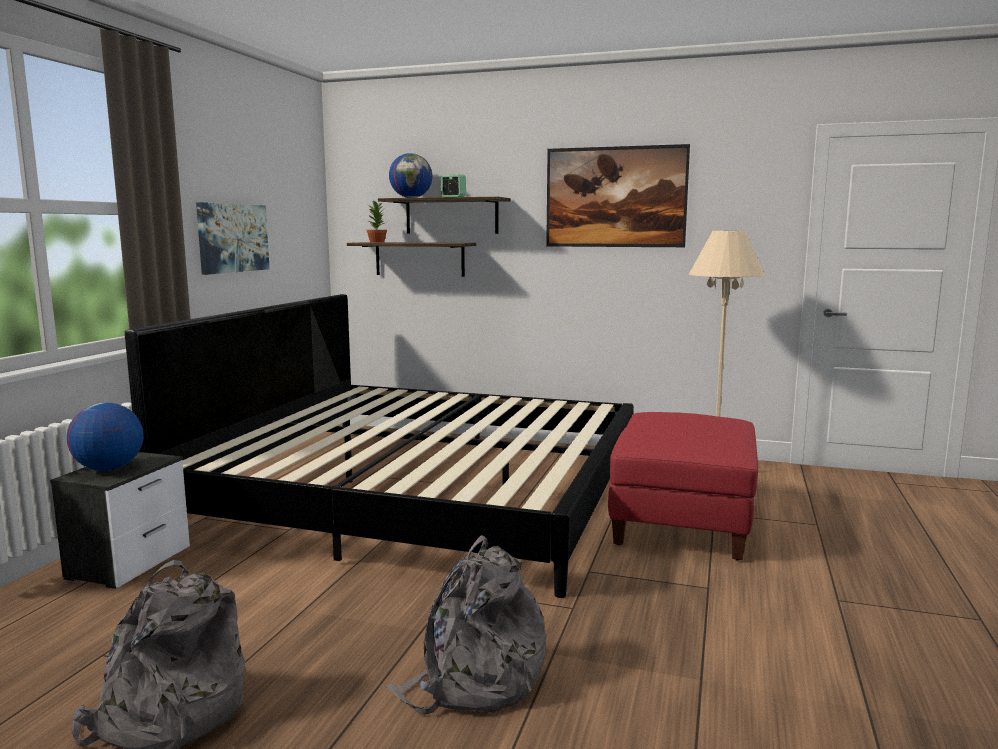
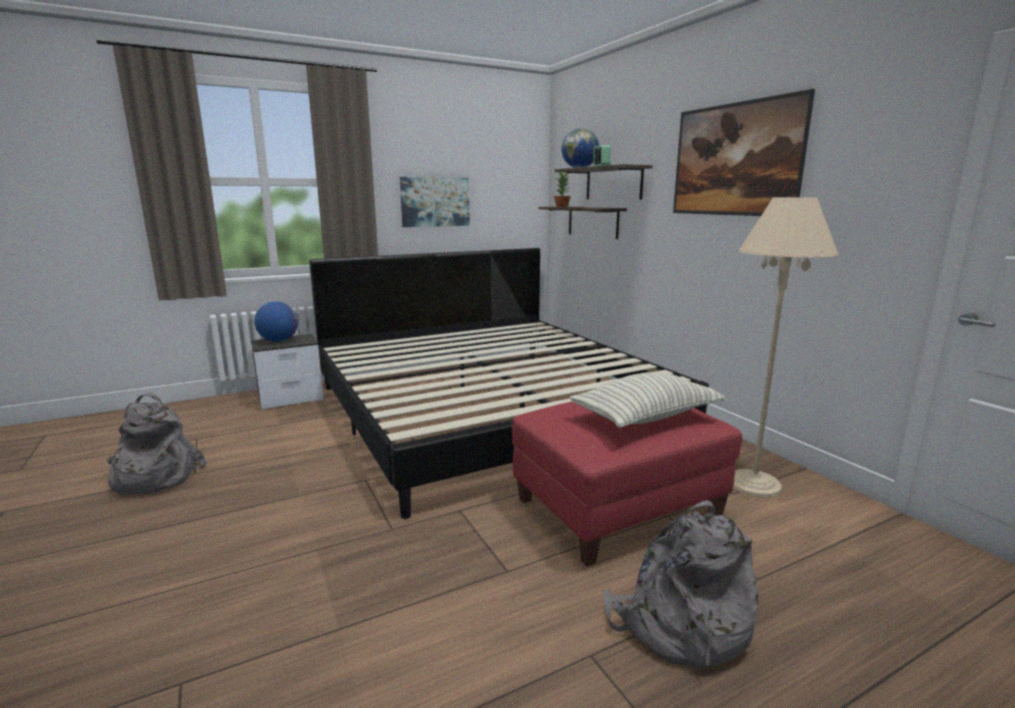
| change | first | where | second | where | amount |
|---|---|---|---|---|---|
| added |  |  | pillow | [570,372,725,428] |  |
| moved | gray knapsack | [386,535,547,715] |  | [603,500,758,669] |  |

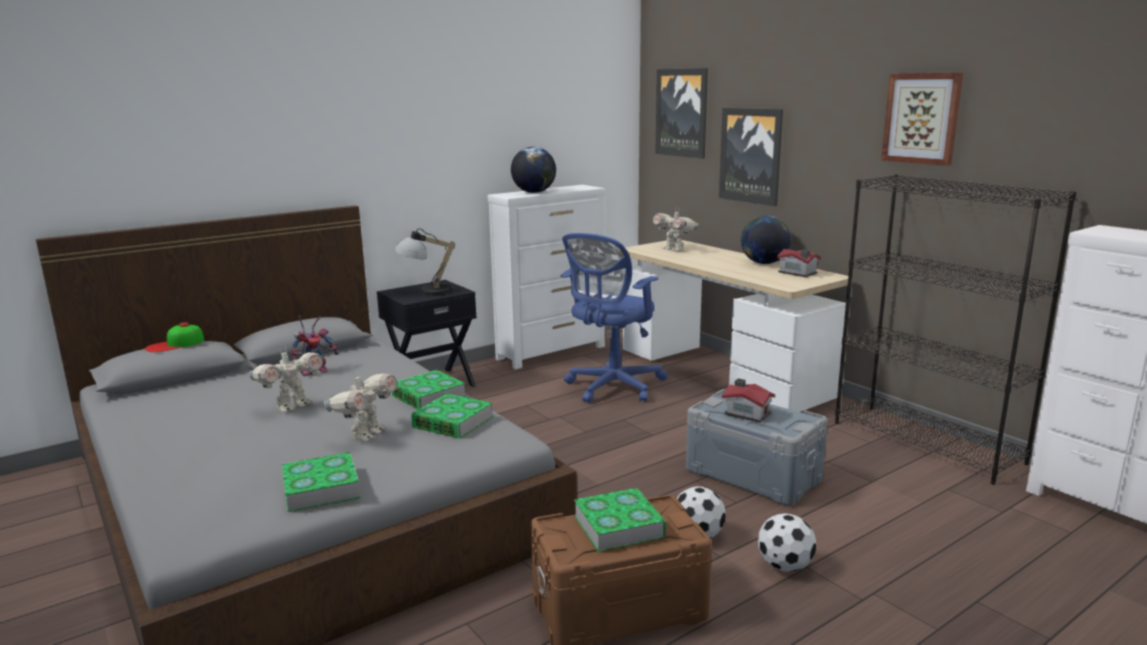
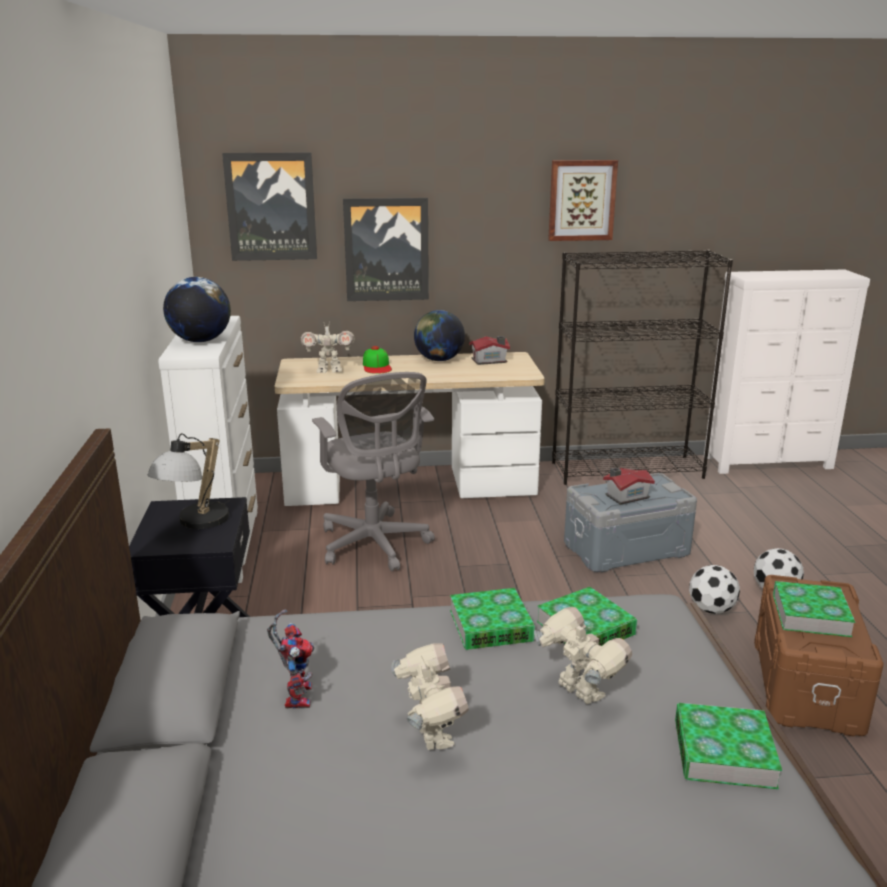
| change | first | where | second | where | amount |
|---|---|---|---|---|---|
| recoloured | bluish desk chair | [561,233,668,403] | gray desk chair | [312,372,435,572] |  |
| moved | cap | [145,322,204,352] |  | [363,346,392,374] |  |

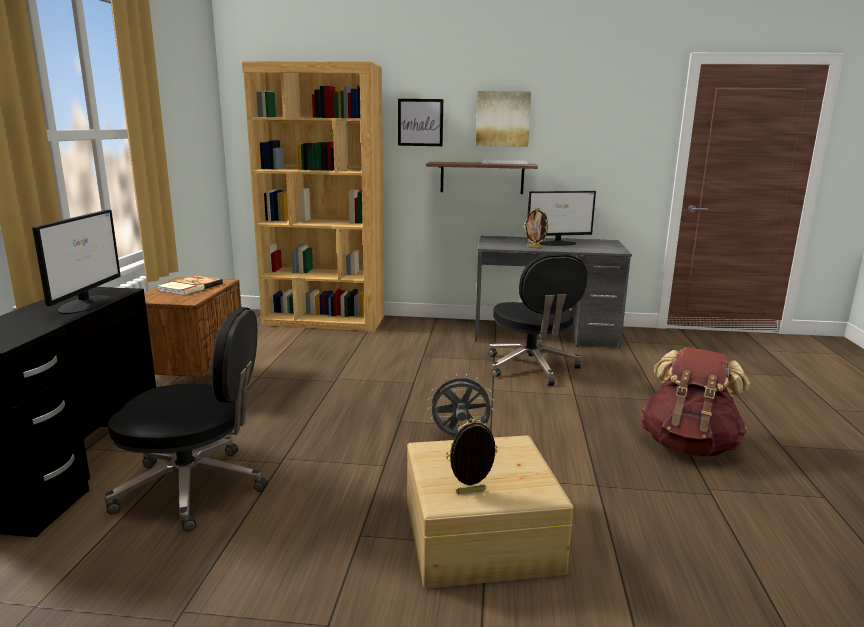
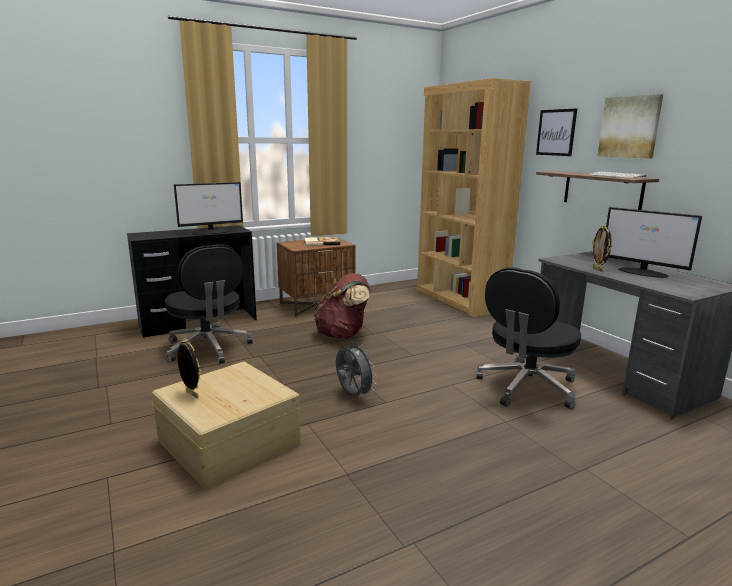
| change | first | where | second | where | amount |
|---|---|---|---|---|---|
| moved | brown-coloured knapsack | [641,347,750,457] |  | [314,273,371,339] |  |

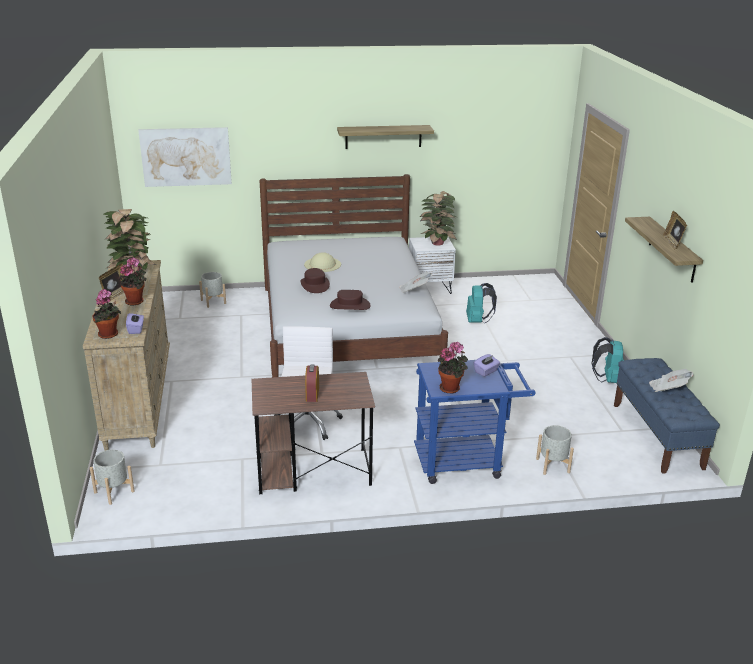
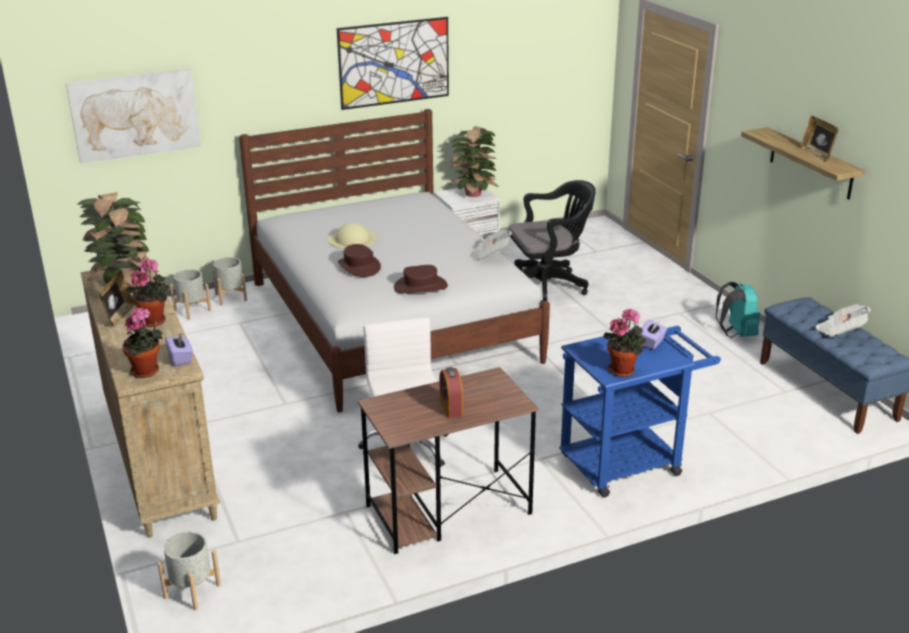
| change | first | where | second | where | amount |
|---|---|---|---|---|---|
| moved | gray flower pot | [536,425,574,475] |  | [212,257,247,306] |  |
| replaced | bracket shelf | [337,125,434,149] | picture | [337,17,449,110] |  |
| replaced | turquoise-coloured knapsack | [466,283,497,323] | black-coloured desk chair | [508,180,596,302] |  |

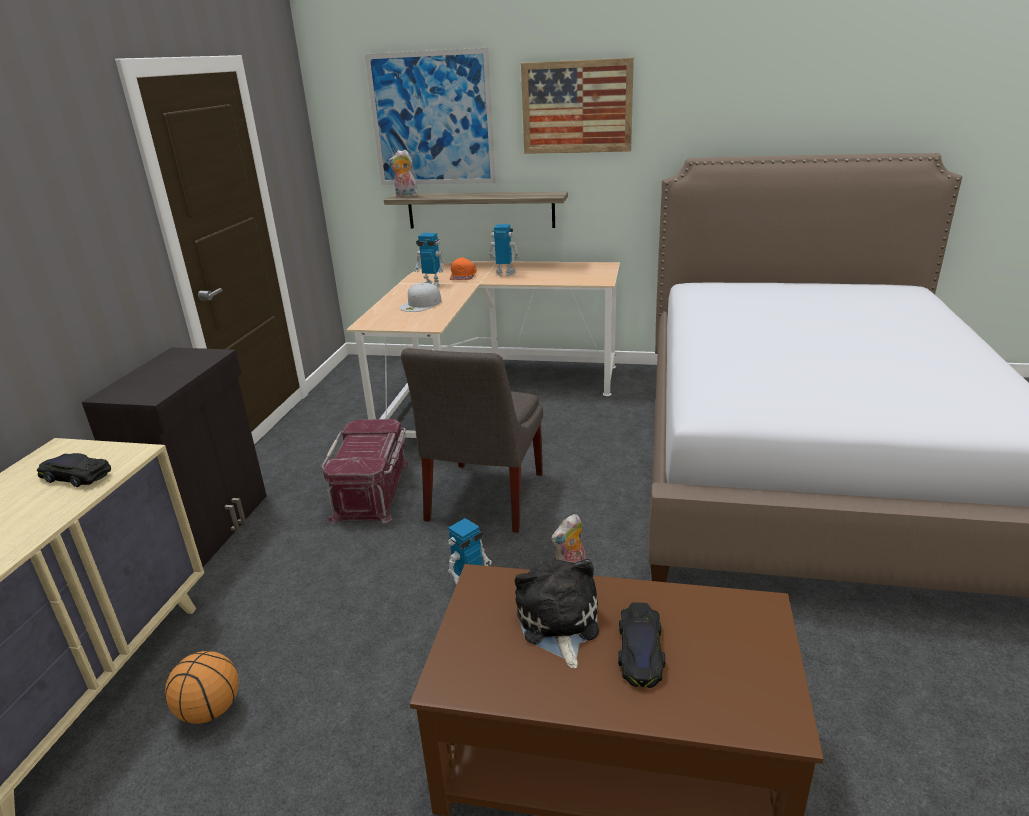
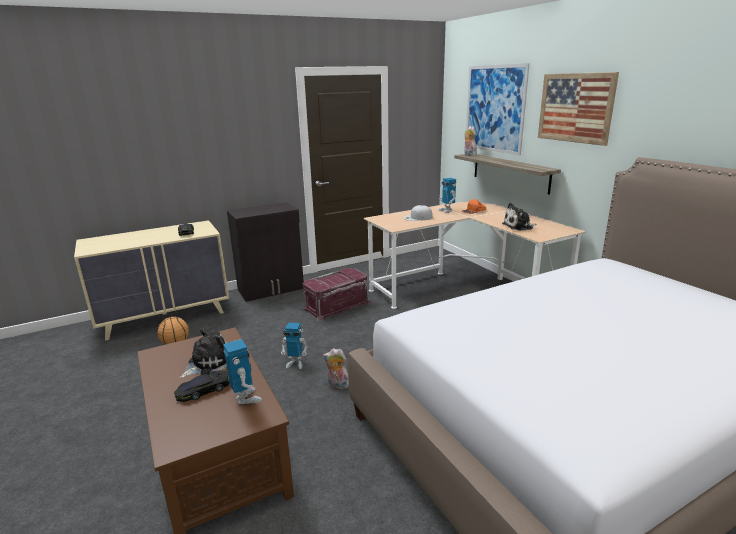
| change | first | where | second | where | amount |
|---|---|---|---|---|---|
| moved | toy robot | [488,224,520,276] |  | [223,339,262,404] |  |
| added |  |  | plush toy | [502,203,537,231] |  |
| removed | gray upright chair | [401,348,543,533] |  |  |  |

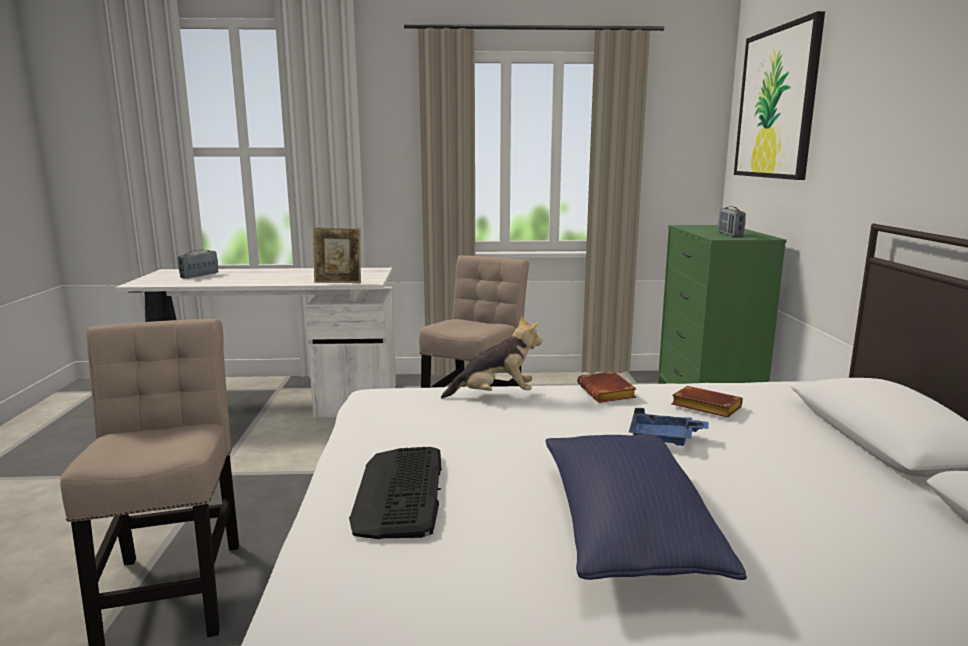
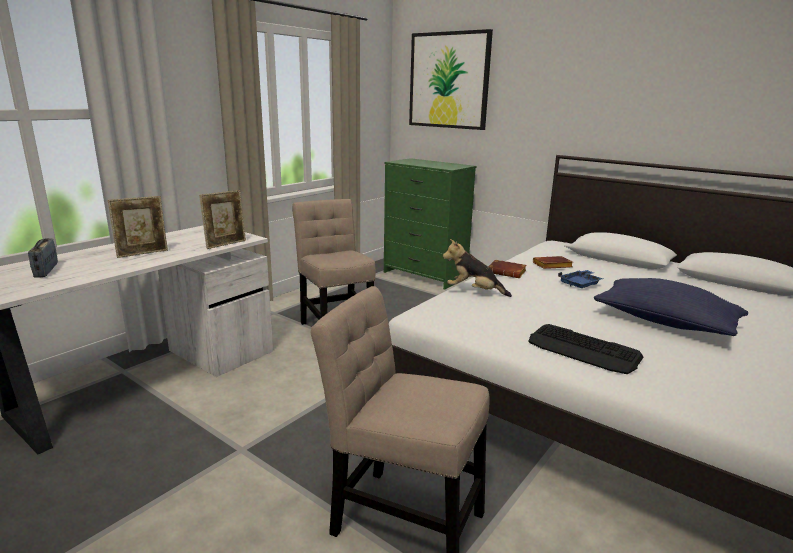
| change | first | where | second | where | amount |
|---|---|---|---|---|---|
| added |  |  | photo frame | [108,196,168,258] |  |
| turned | plush toy | [441,316,542,399] |  | [443,239,512,297] | 105 degrees counterclockwise |
| removed | radio | [718,206,746,237] |  |  |  |

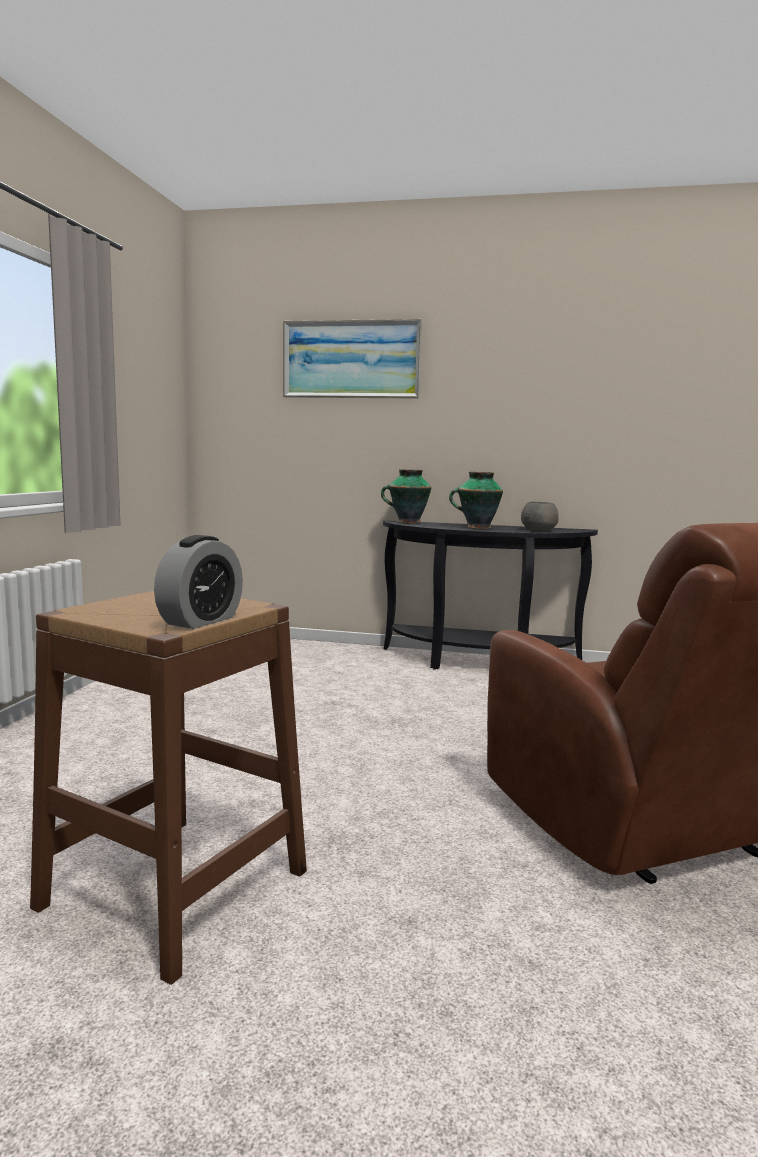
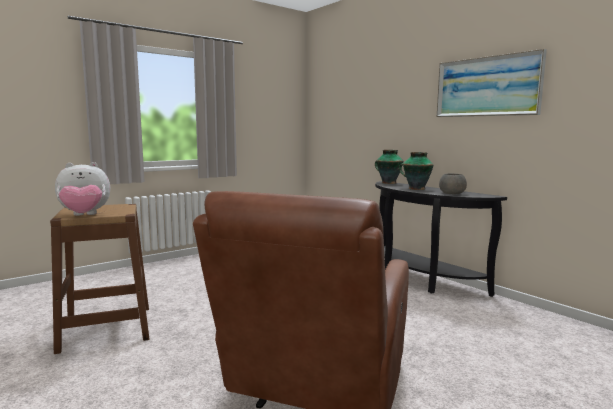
| change | first | where | second | where | amount |
|---|---|---|---|---|---|
| replaced | alarm clock | [154,535,243,629] | plush toy | [55,162,110,216] |  |
| moved | picture | [283,319,422,399] |  | [437,49,547,117] |  |

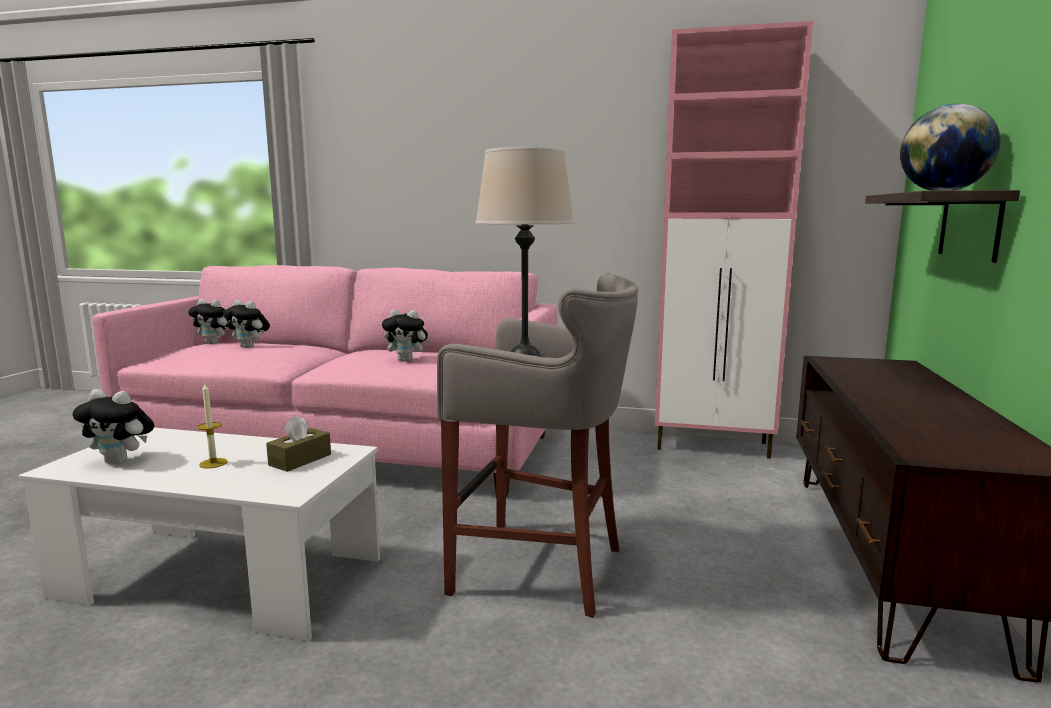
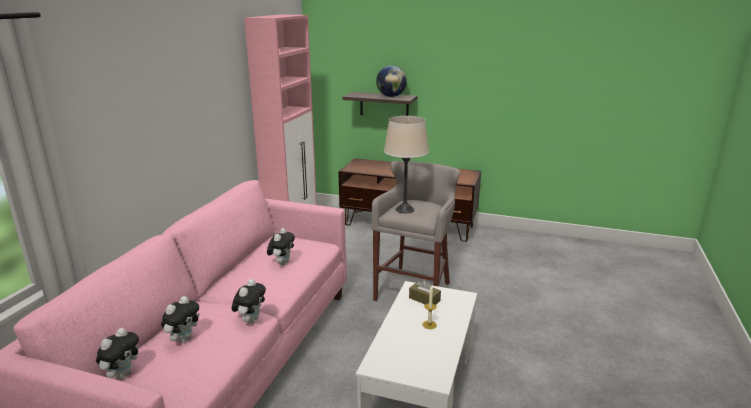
| change | first | where | second | where | amount |
|---|---|---|---|---|---|
| moved | plush toy | [72,389,154,464] |  | [231,279,266,324] |  |

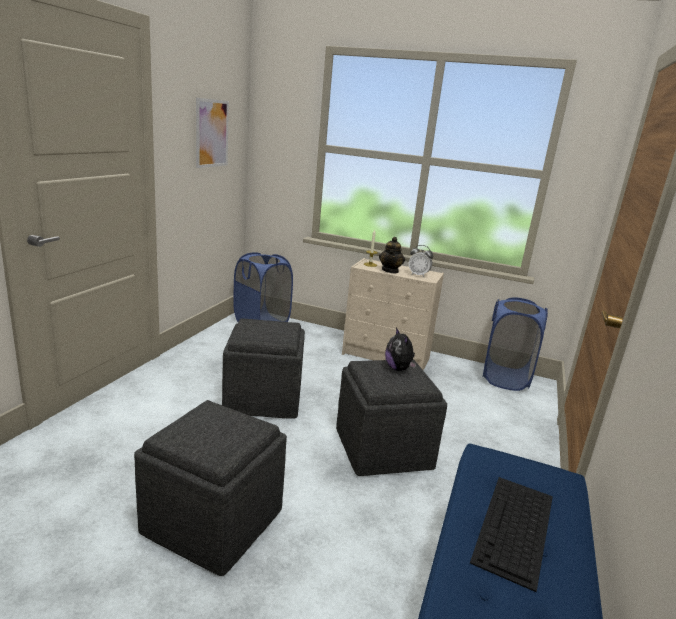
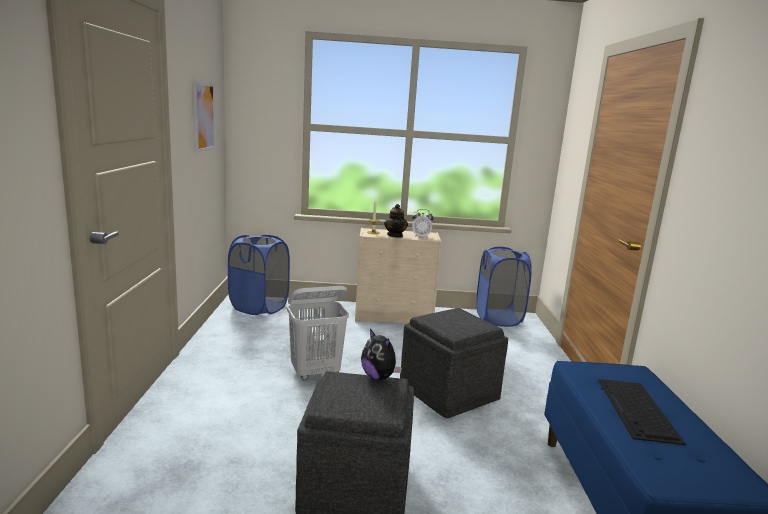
| change | first | where | second | where | amount |
|---|---|---|---|---|---|
| replaced | gray footrest | [222,318,305,419] | whitish laundry basket | [287,286,349,380] |  |
| moved | plush toy | [385,327,417,371] |  | [361,329,402,380] |  |

